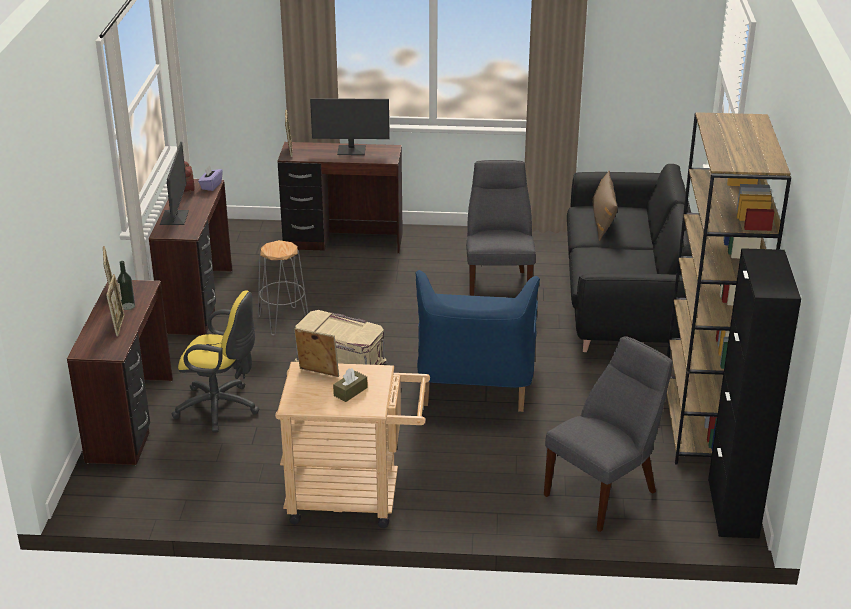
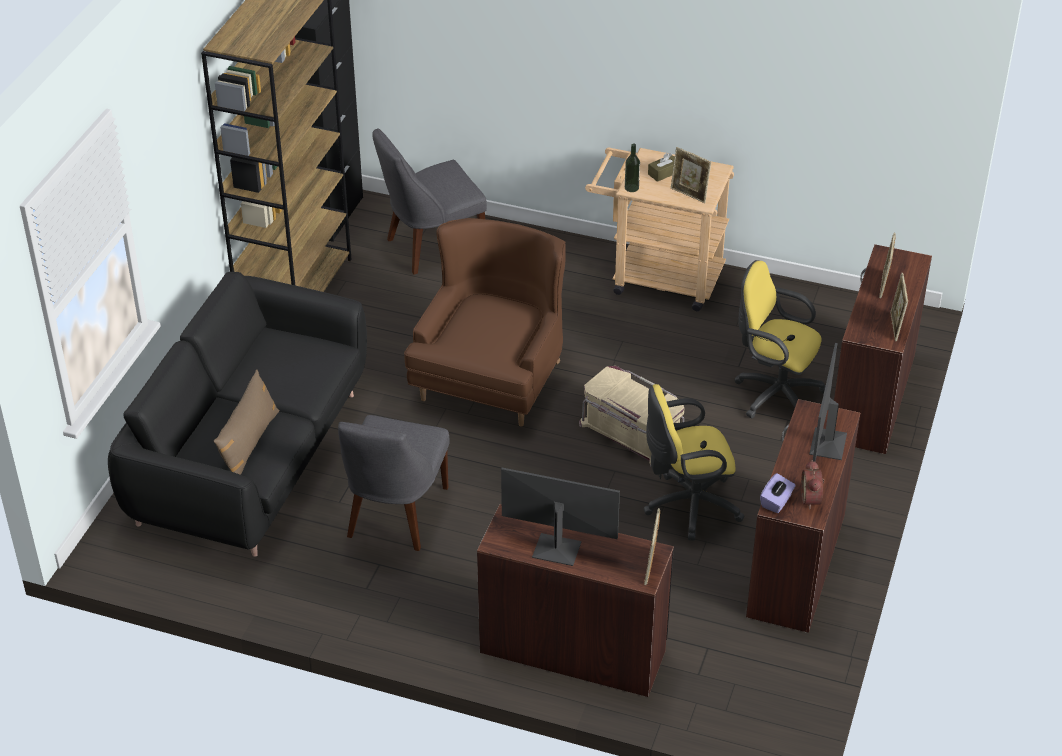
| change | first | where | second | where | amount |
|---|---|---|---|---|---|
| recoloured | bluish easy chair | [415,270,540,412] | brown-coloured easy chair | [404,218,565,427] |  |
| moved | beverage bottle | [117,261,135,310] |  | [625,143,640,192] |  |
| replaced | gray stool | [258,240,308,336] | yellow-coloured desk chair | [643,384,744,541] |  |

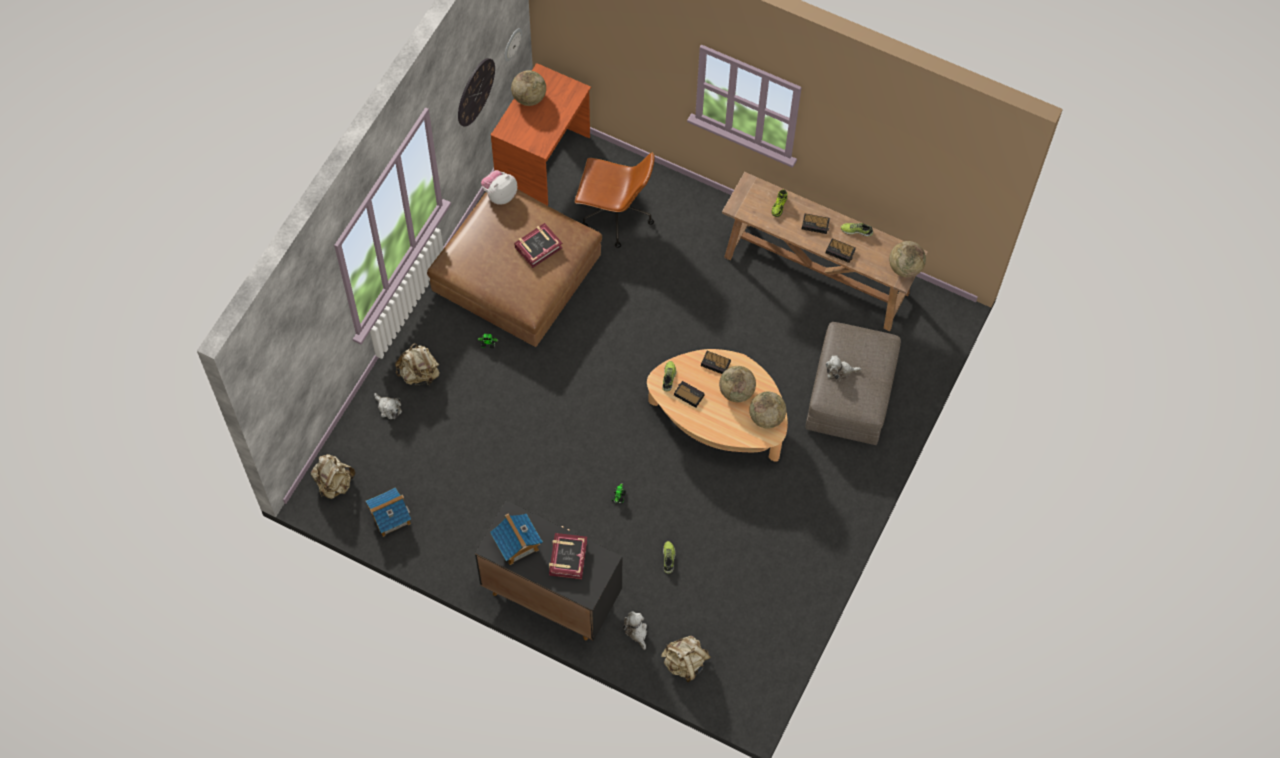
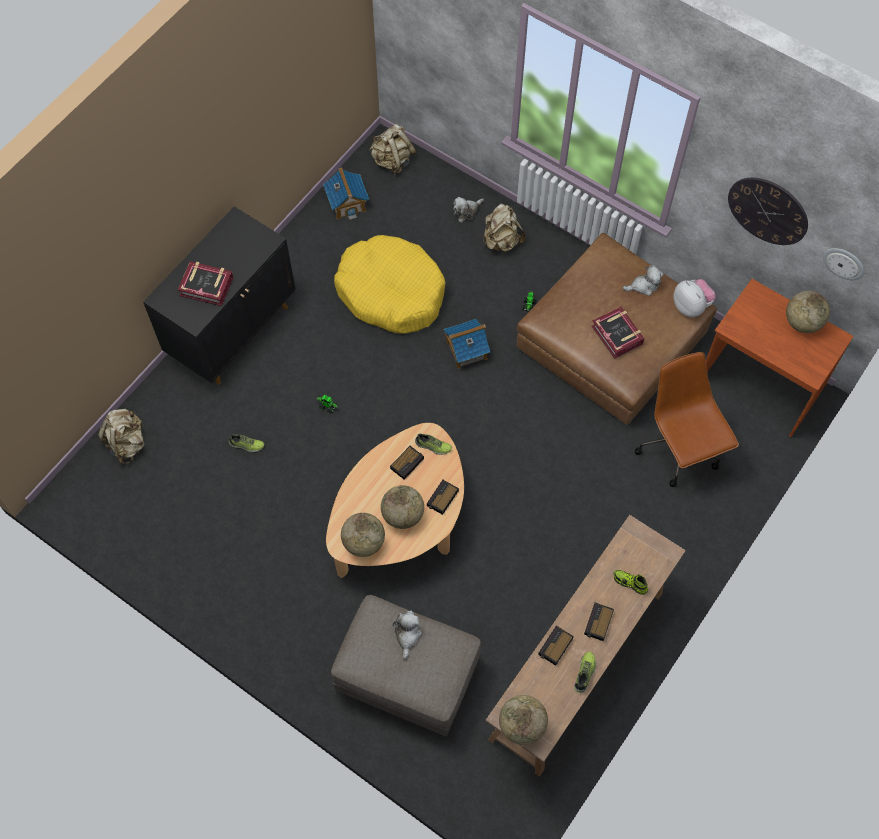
| change | first | where | second | where | amount |
|---|---|---|---|---|---|
| added |  |  | yellow-coloured dog cushion | [334,235,446,334] |  |
| moved | miniature house | [490,514,543,565] |  | [444,319,490,369] |  |
| moved | plush toy | [623,611,647,650] |  | [623,265,664,296] |  |
| turned | brown-coloured desk chair | [574,152,655,248] |  | [635,352,739,487] | 135 degrees clockwise |

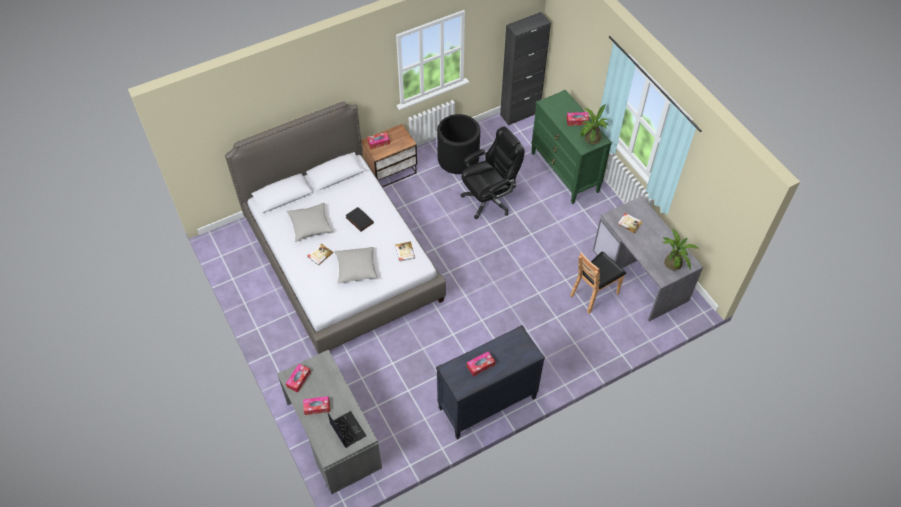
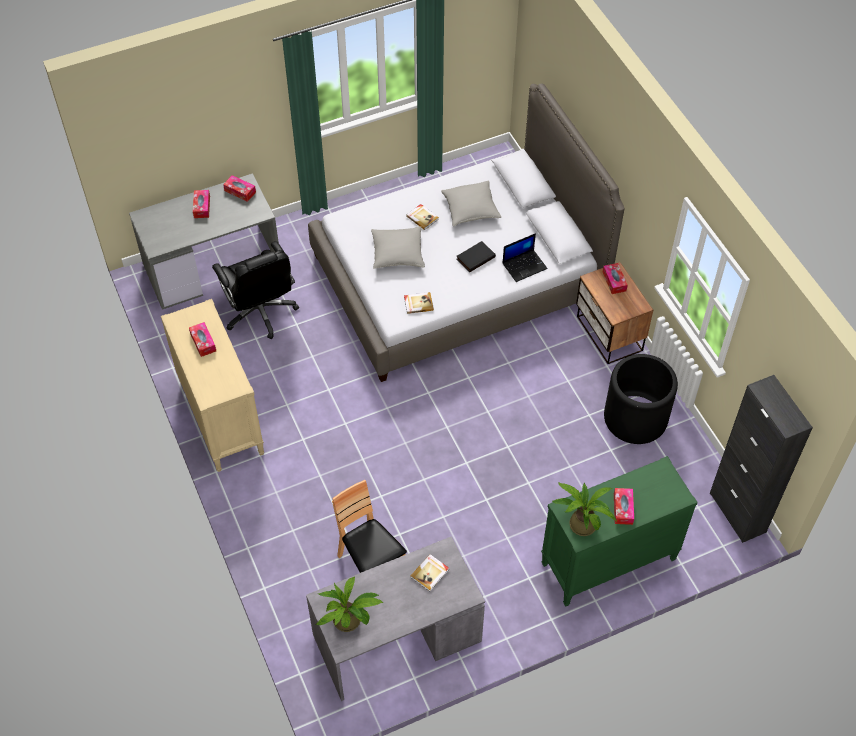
| change | first | where | second | where | amount |
|---|---|---|---|---|---|
| recoloured | black-coloured drawer chest | [436,325,545,439] | beige-coloured drawer chest | [161,299,264,472] |  |
| moved | black-coloured desk chair | [461,127,525,219] |  | [212,241,299,339] |  |
| moved | portable computer | [328,411,366,448] |  | [502,233,547,282] |  |

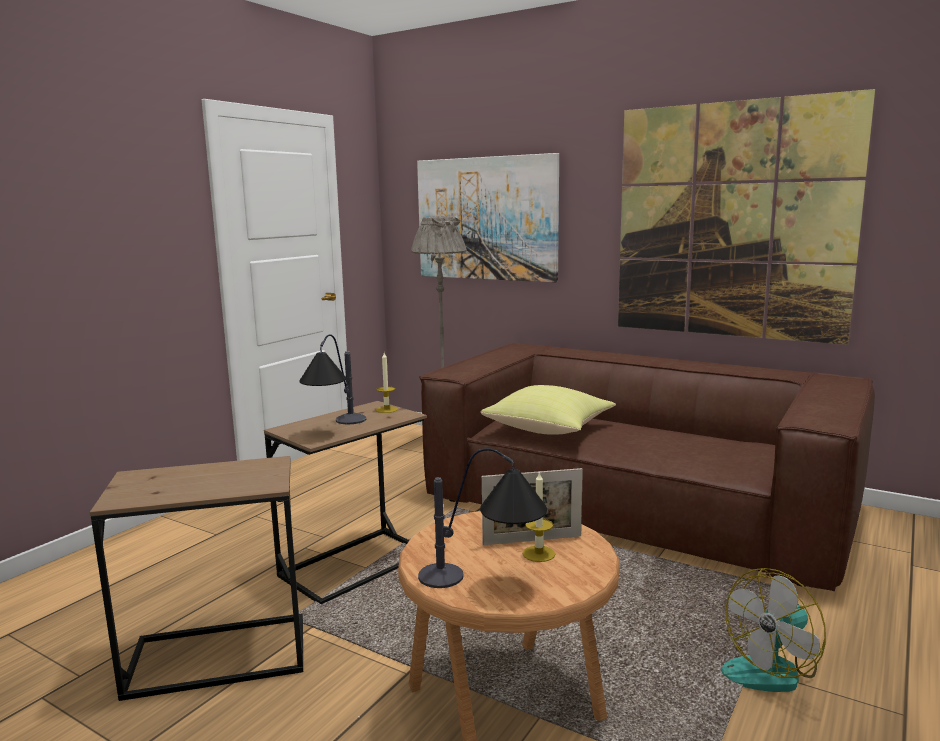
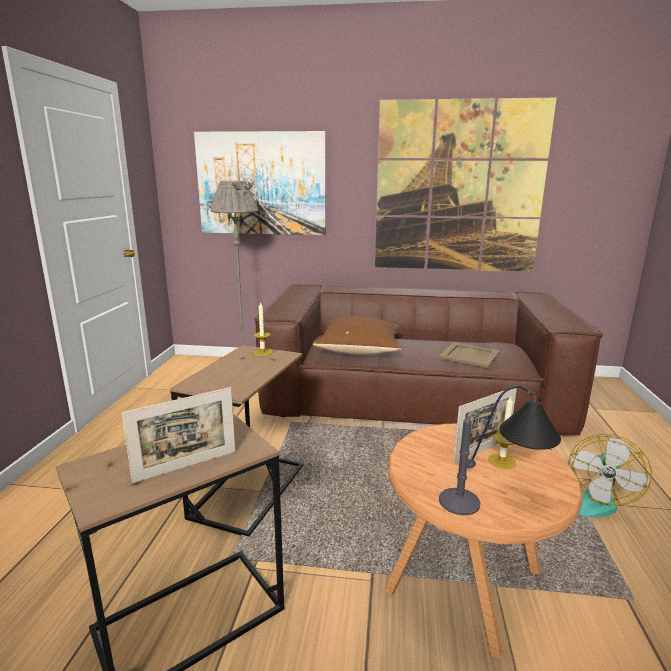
| change | first | where | second | where | amount |
|---|---|---|---|---|---|
| added |  |  | photo frame | [122,387,236,483] |  |
| recoloured | yellow-coloured pillow | [480,385,616,435] | brown-coloured pillow | [312,316,402,355] |  |
| added |  |  | beige-coloured carrying tray | [439,342,500,368] |  |
| removed | lamp for a table | [299,334,366,424] |  |  |  |

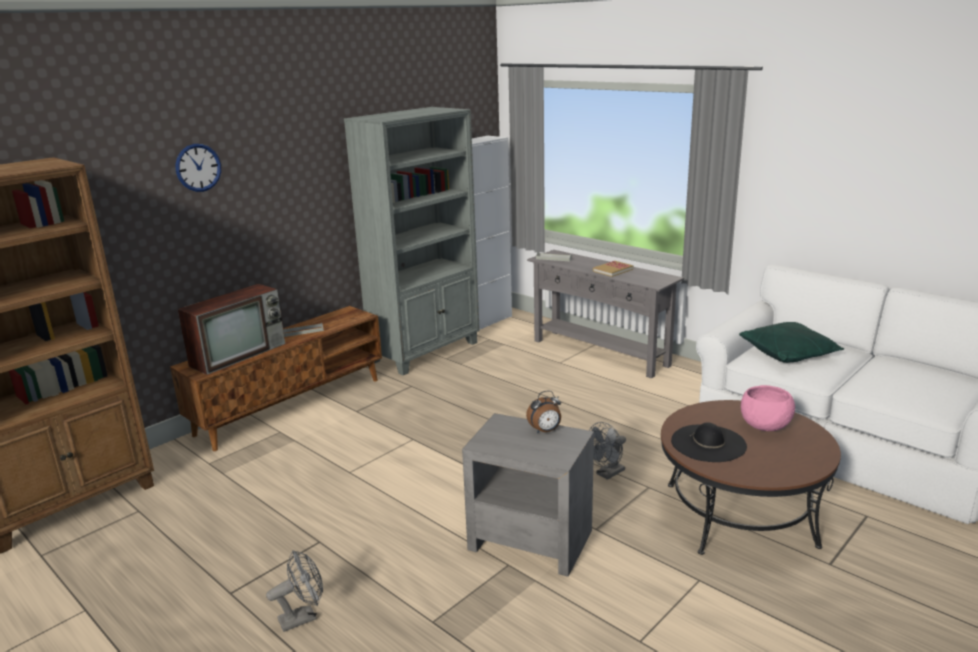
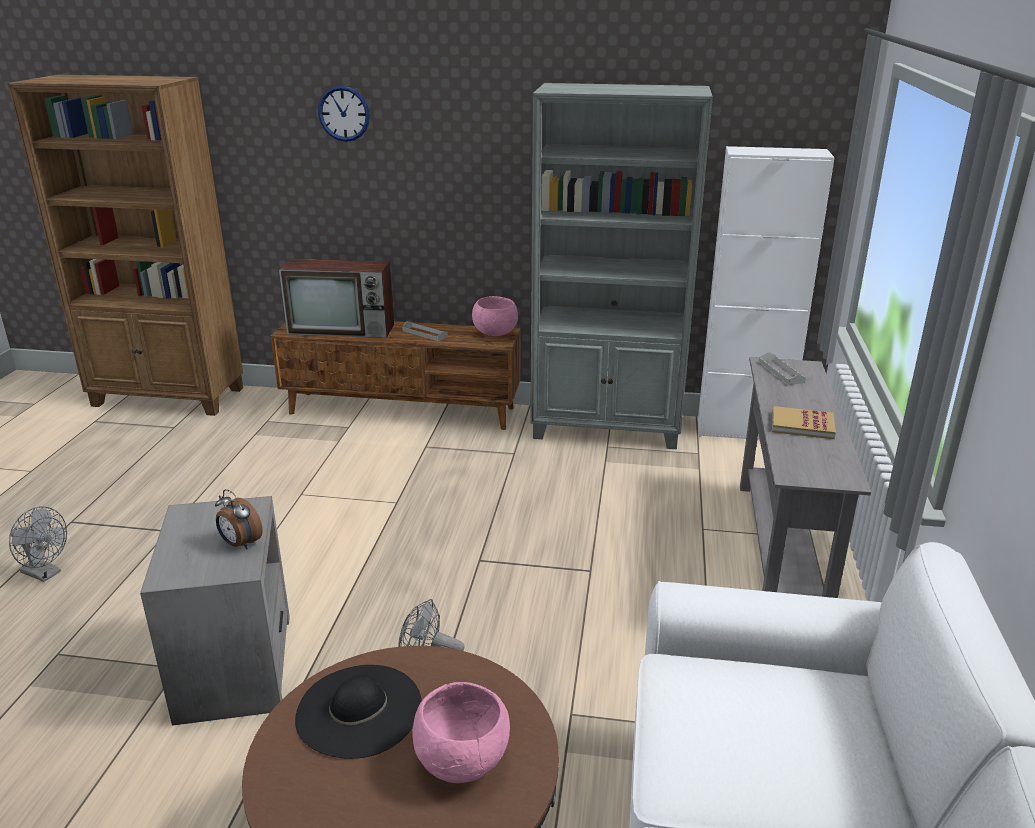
| change | first | where | second | where | amount |
|---|---|---|---|---|---|
| added |  |  | pink serving bowl | [472,296,518,336] |  |
| removed | green pillow | [739,322,844,363] |  |  |  |

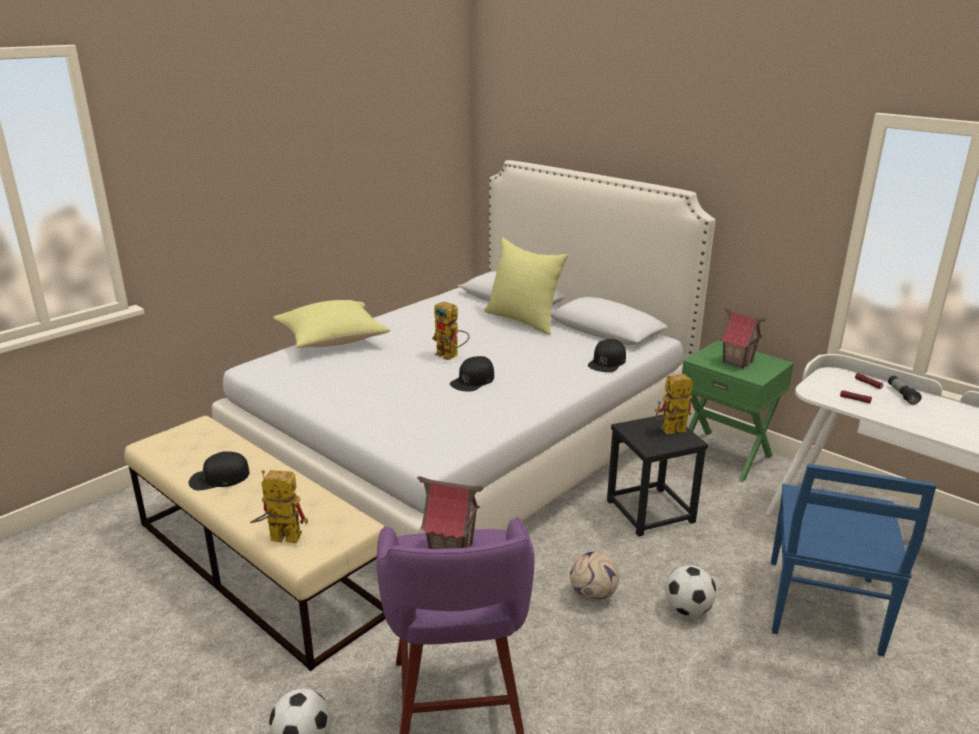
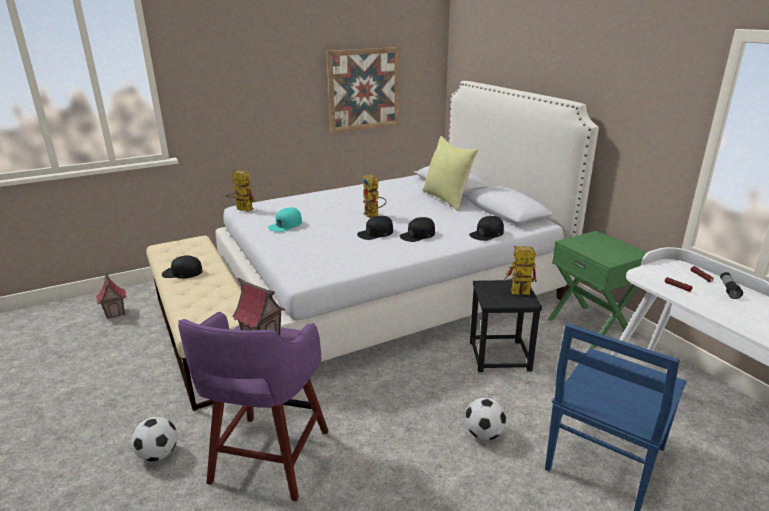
| change | first | where | second | where | amount |
|---|---|---|---|---|---|
| moved | miniature house | [720,308,766,369] |  | [96,272,127,319] |  |
| moved | toy robot | [250,470,308,544] |  | [226,169,255,212] |  |
| added |  |  | turquoise-coloured cap | [268,208,302,232] |  |
| added |  |  | picture | [326,47,399,133] |  |
| added |  |  | black-coloured cap | [399,217,435,242] |  |
| removed | yellow-coloured pillow | [273,300,390,348] |  |  |  |
| removed | ball for football | [570,552,619,602] |  |  |  |

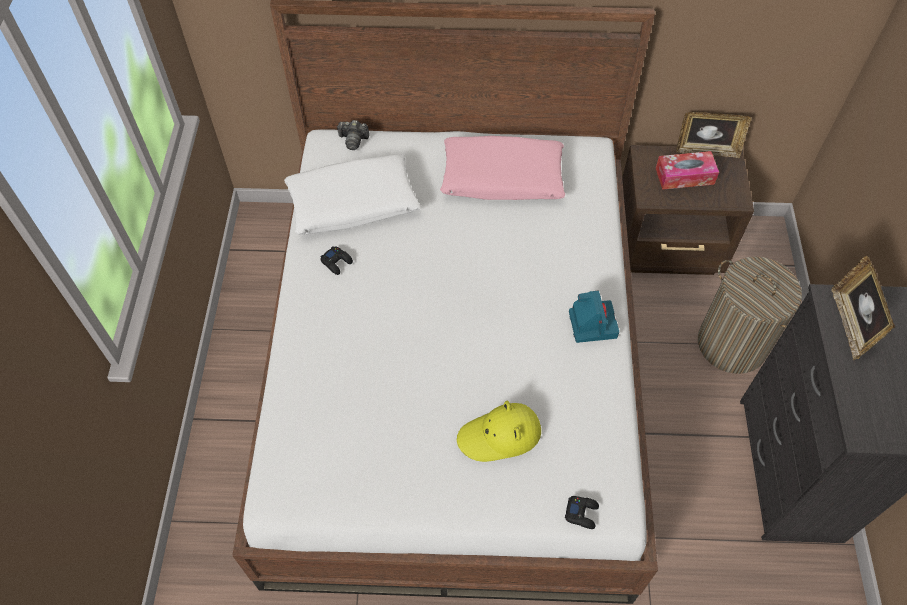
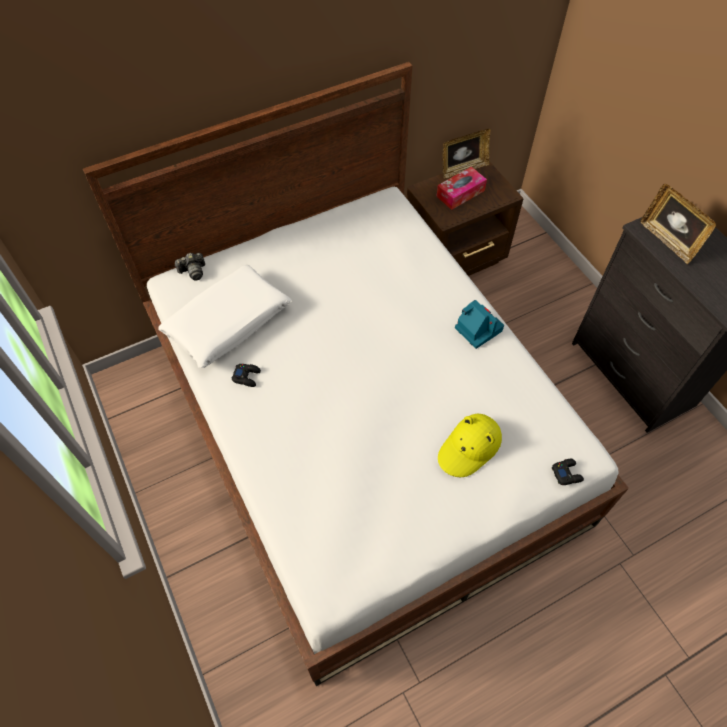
| change | first | where | second | where | amount |
|---|---|---|---|---|---|
| removed | pink pillow | [440,136,565,200] |  |  |  |
| removed | laundry basket | [698,257,802,374] |  |  |  |

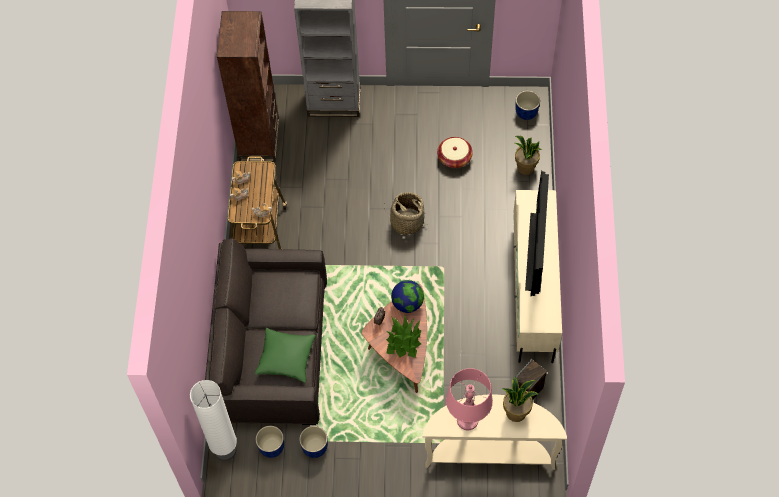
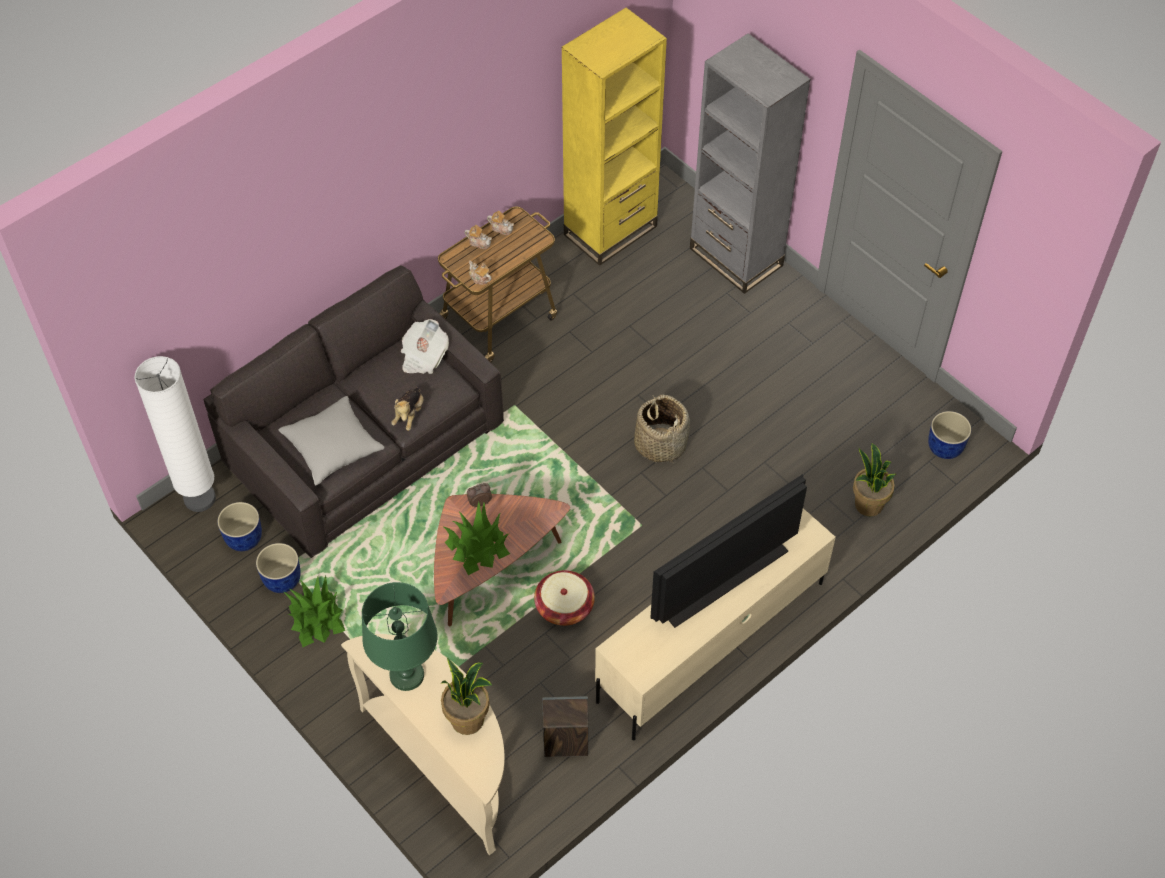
| change | first | where | second | where | amount |
|---|---|---|---|---|---|
| recoloured | green pillow | [254,328,316,383] | gray pillow | [278,396,385,485] |  |
| added |  |  | houseplant | [284,576,345,647] |  |
| recoloured | pink lamp for a table | [446,368,493,430] | green lamp for a table | [362,582,437,691] |  |
| added |  |  | plush toy | [391,387,424,431] |  |
| added |  |  | newspaper | [401,319,449,374] |  |
| moved | household basket | [437,137,473,168] |  | [534,570,595,626] |  |
| recoloured | brown-coloured shelving unit | [217,11,279,162] | yellow-coloured shelving unit | [561,8,667,266] |  |
| removed | world globe | [391,280,424,313] |  |  |  |

